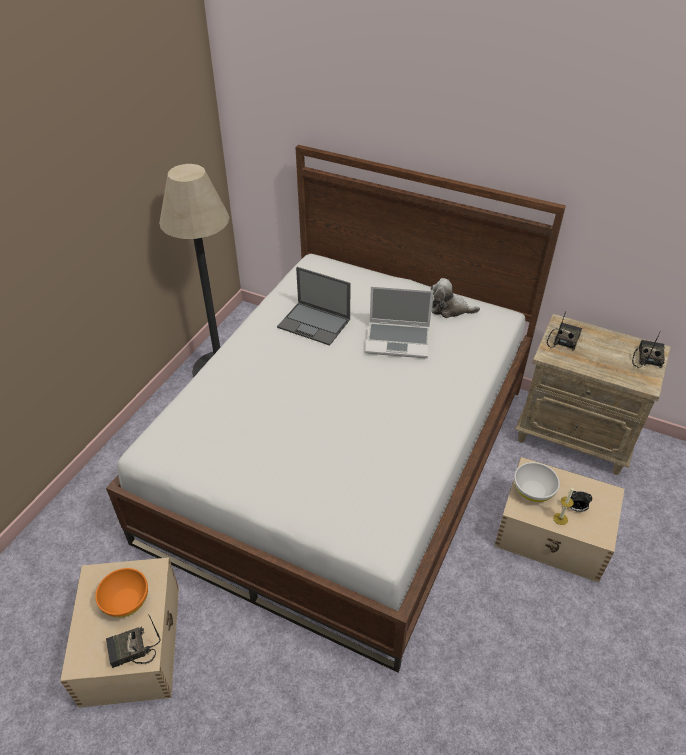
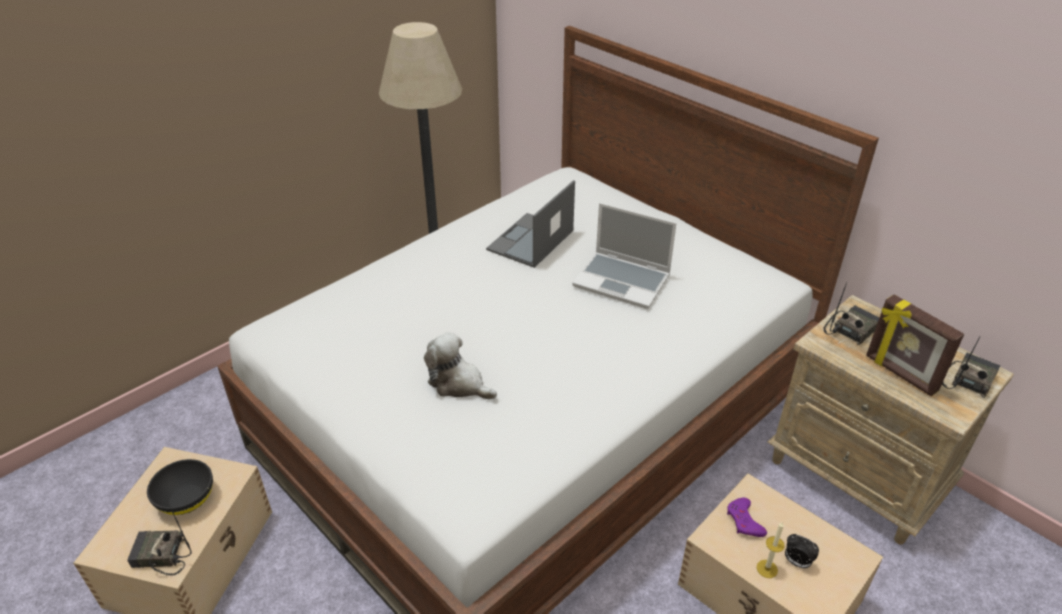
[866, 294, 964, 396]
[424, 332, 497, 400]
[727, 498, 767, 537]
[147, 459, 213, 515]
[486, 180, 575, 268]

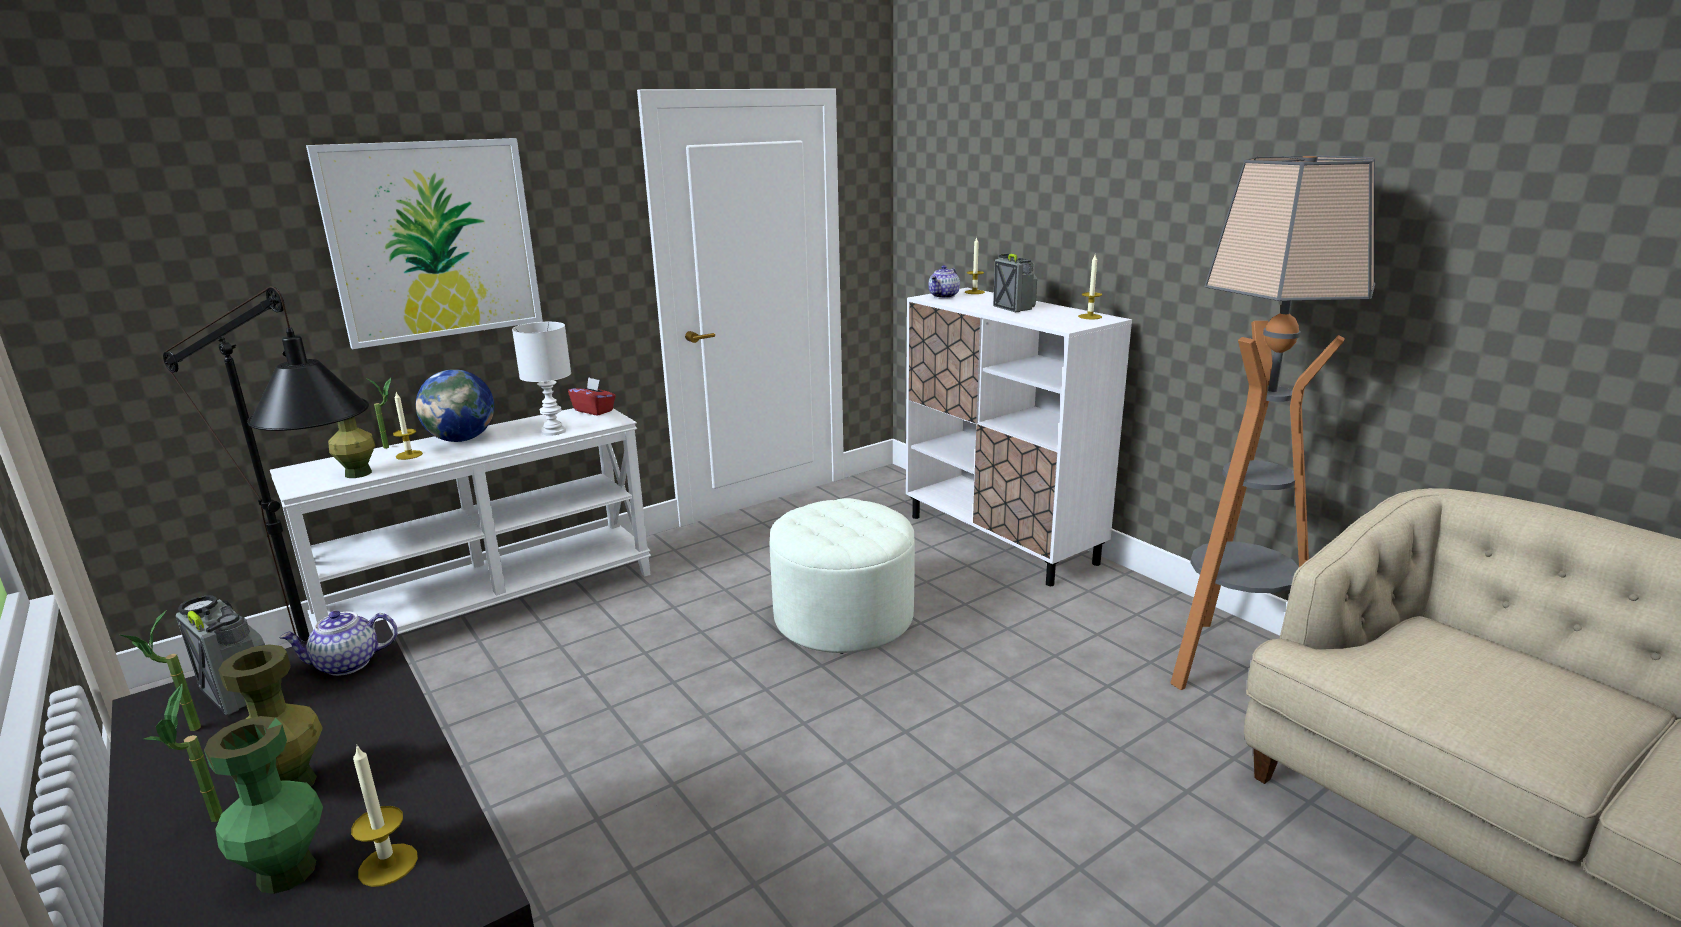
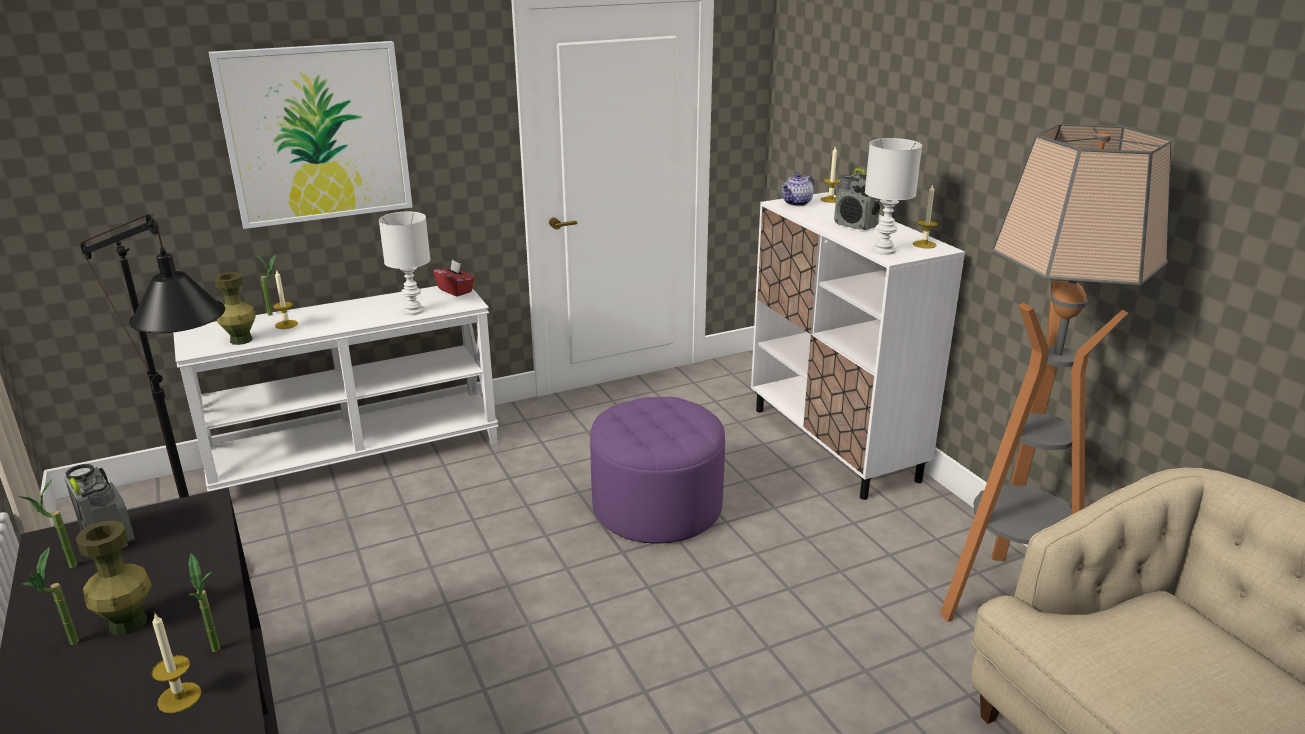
[204, 716, 323, 894] (first image)
[279, 611, 398, 676] (first image)
[416, 369, 494, 442] (first image)
[188, 553, 220, 652]
[865, 138, 922, 255]
[590, 397, 725, 544]
[834, 168, 881, 230]

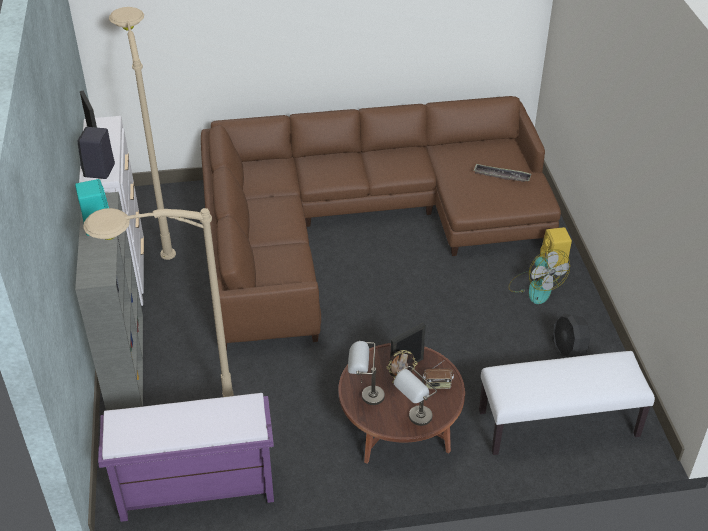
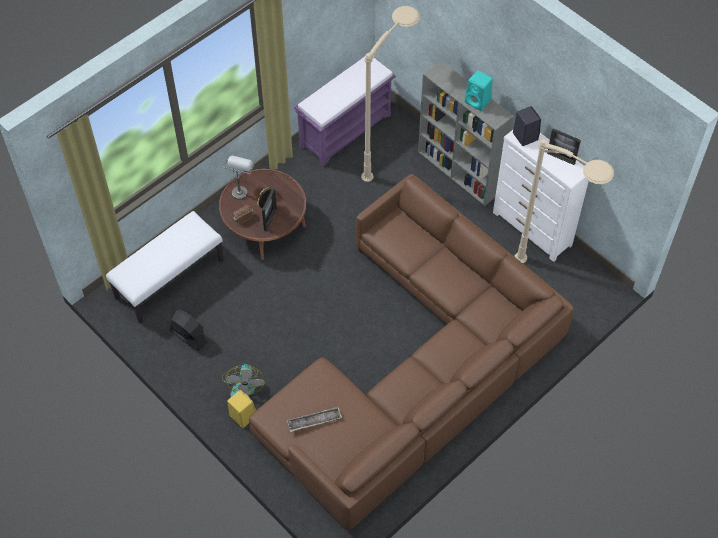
[348, 341, 385, 405] (first image)
[222, 364, 265, 397]

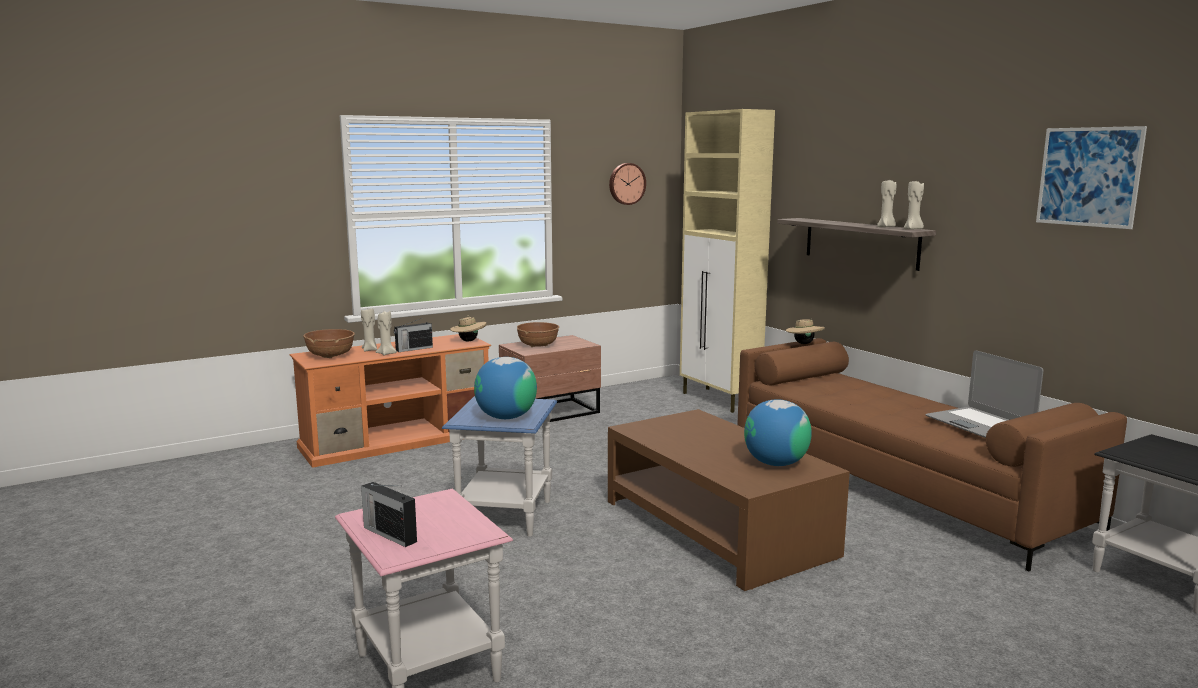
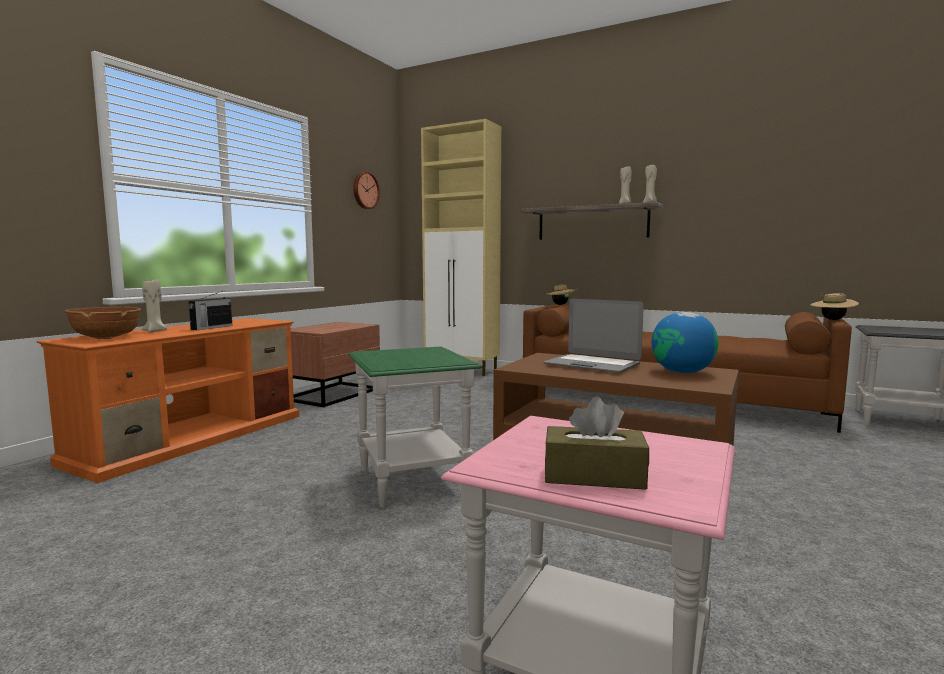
[376, 311, 397, 356] (first image)
[474, 357, 537, 419] (first image)
[517, 322, 559, 347] (first image)
[1036, 126, 1147, 229] (first image)
[810, 293, 859, 320]
[543, 299, 644, 373]
[544, 397, 649, 490]
[348, 346, 482, 508]

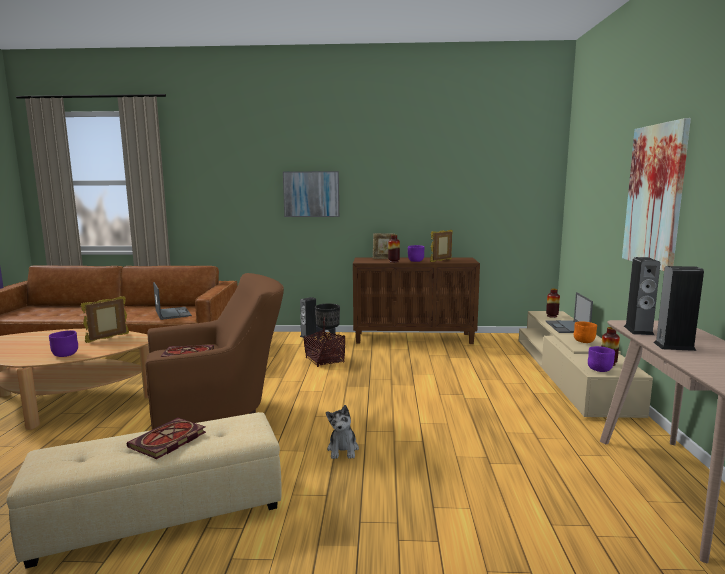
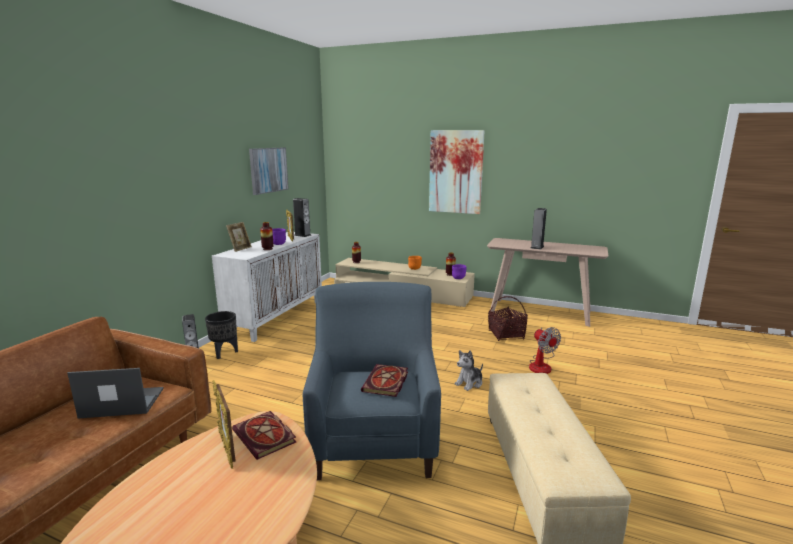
[49, 330, 78, 357] (first image)
[546, 292, 593, 333] (first image)
[529, 327, 561, 374]
[232, 411, 296, 460]
[249, 147, 289, 195]
[488, 296, 528, 341]
[293, 198, 311, 237]
[303, 282, 441, 480]
[212, 232, 322, 342]
[455, 350, 483, 391]

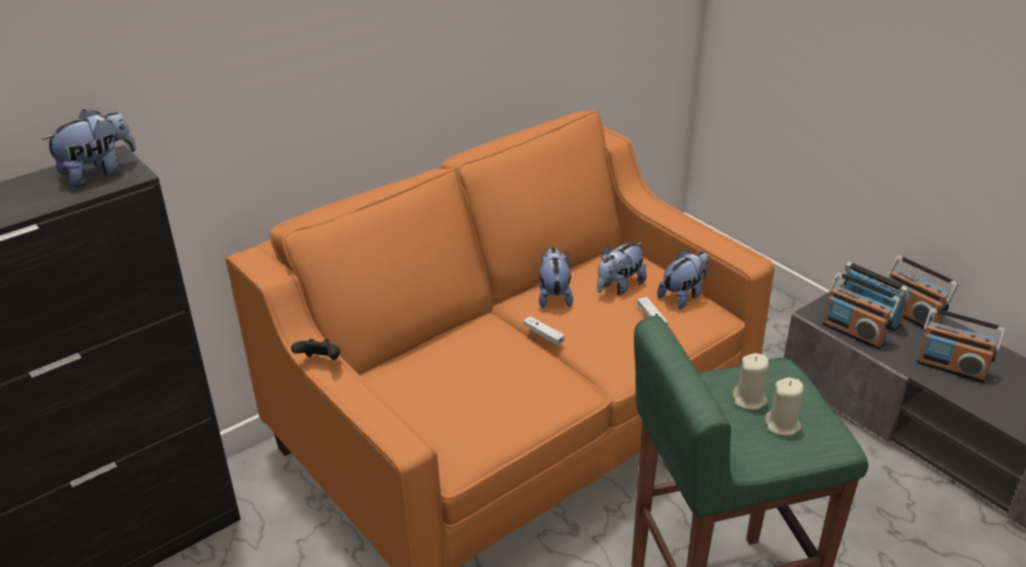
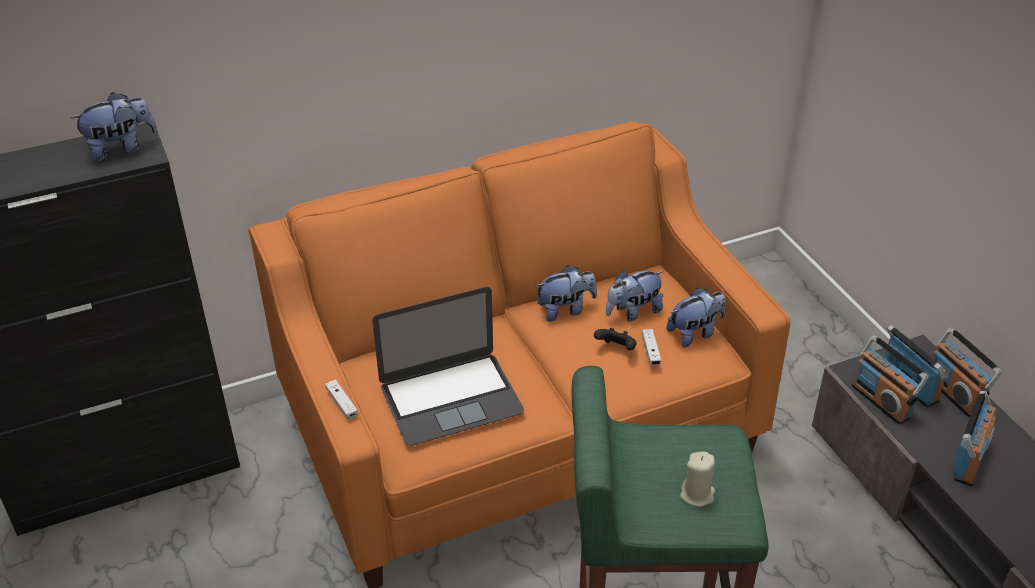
[733, 353, 769, 410] (first image)
[372, 287, 524, 446]
[594, 328, 637, 350]
[325, 380, 358, 420]
[536, 265, 597, 322]
[953, 391, 996, 487]

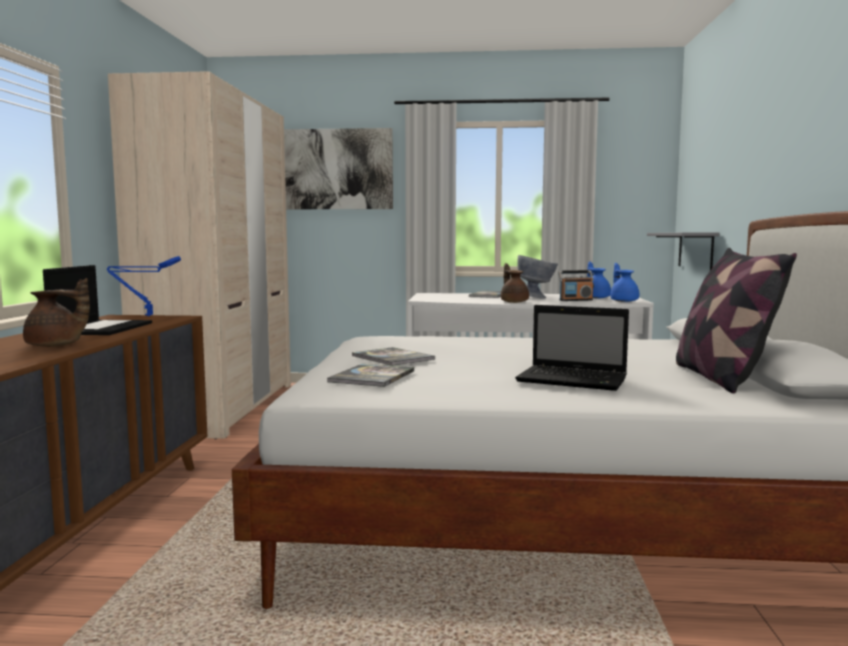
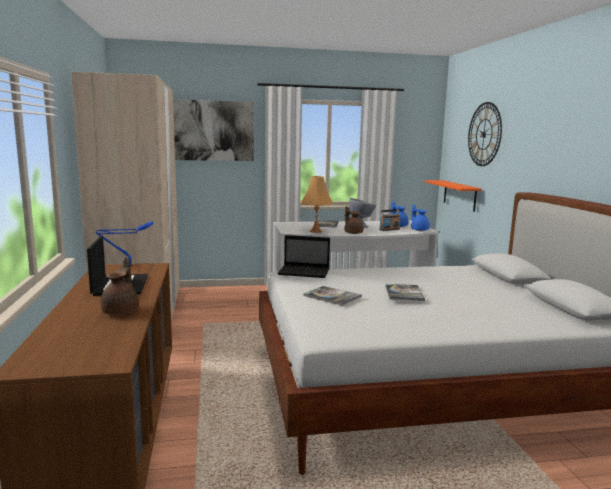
[676, 248, 797, 393] (first image)
[300, 176, 333, 233]
[468, 102, 502, 166]
[385, 284, 425, 301]
[278, 235, 330, 278]
[424, 180, 482, 212]
[101, 258, 139, 315]

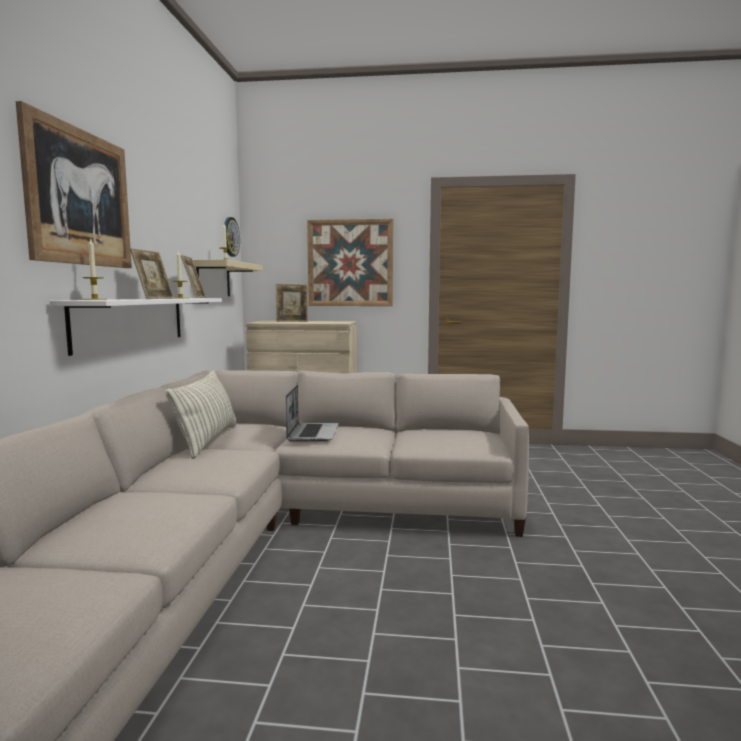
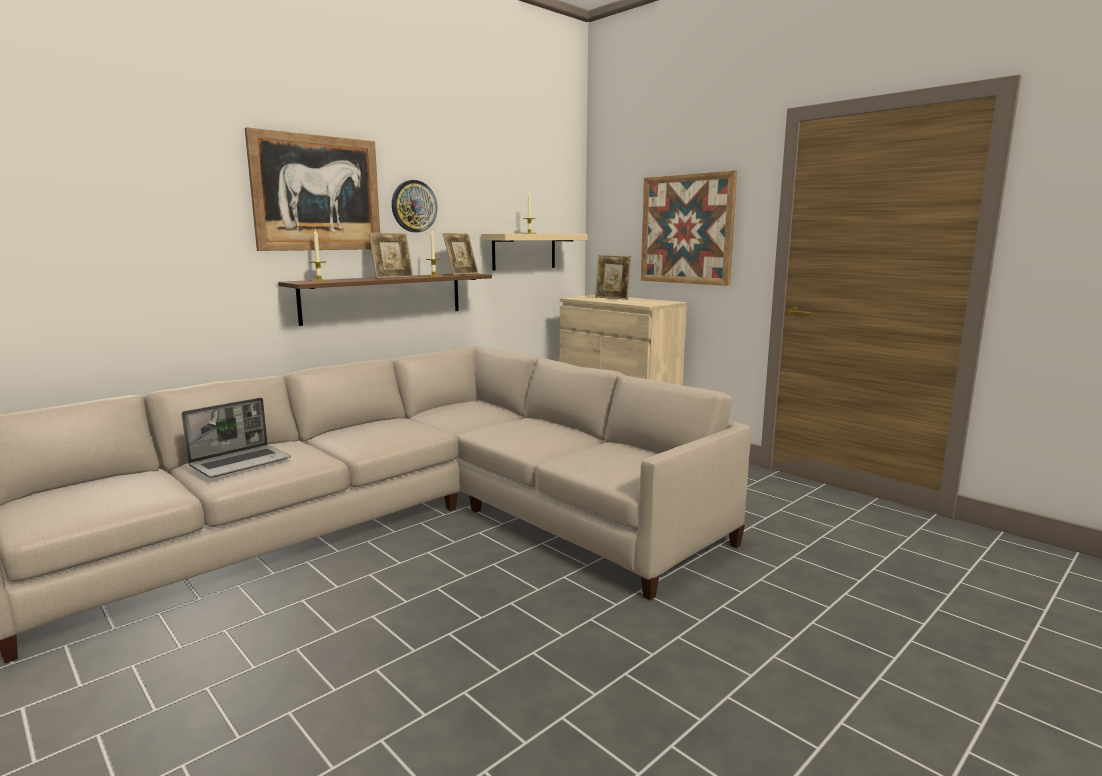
[165, 370, 236, 459] (first image)
[392, 180, 437, 232]
[182, 398, 291, 478]
[278, 274, 492, 326]

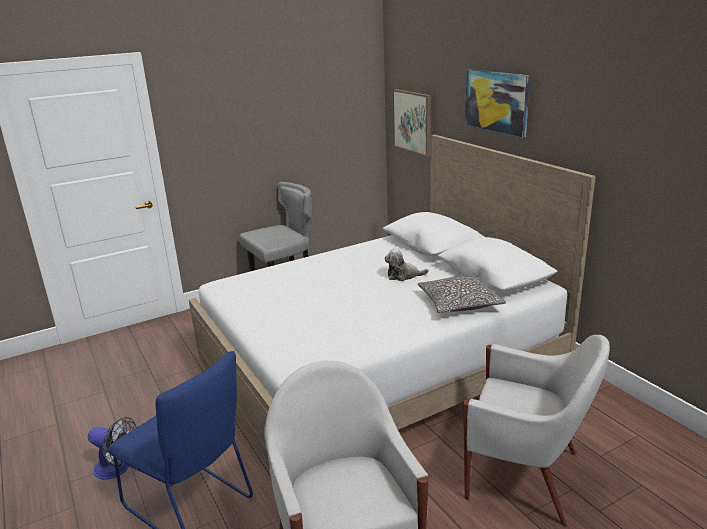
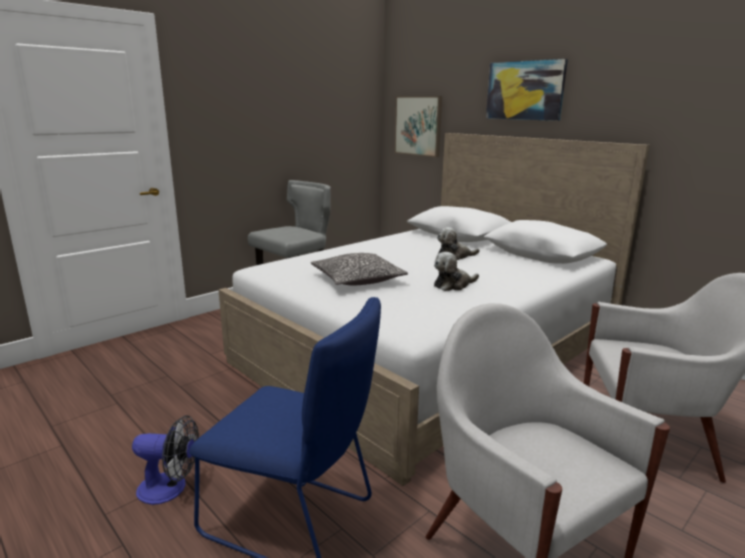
[434, 252, 479, 291]
[311, 253, 408, 286]

